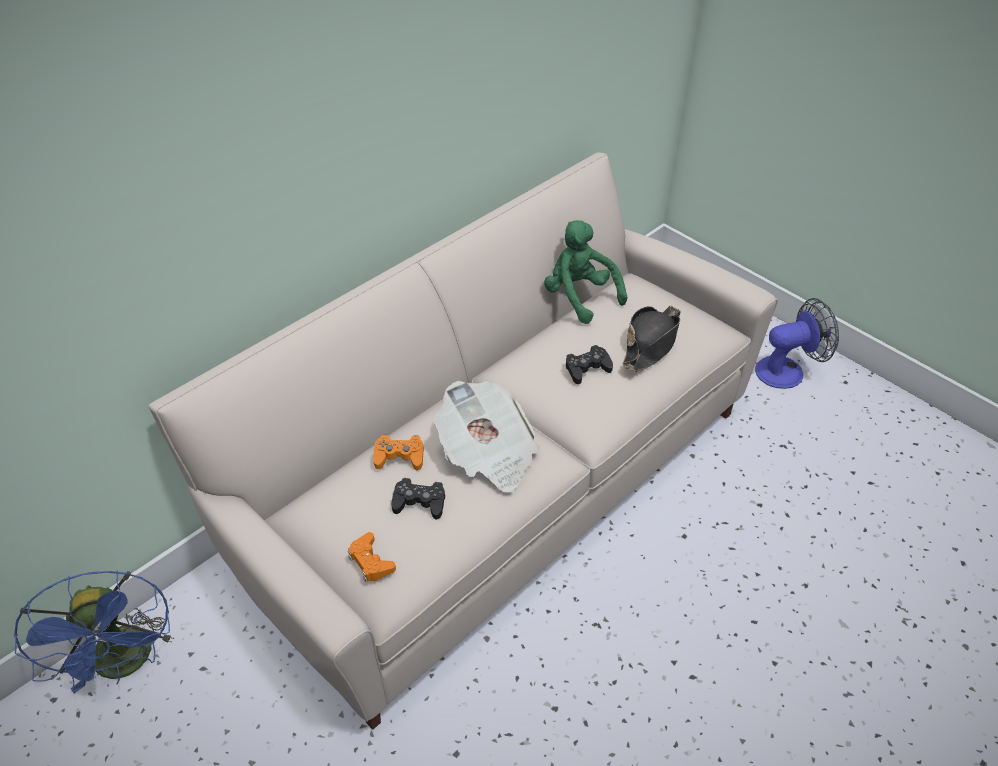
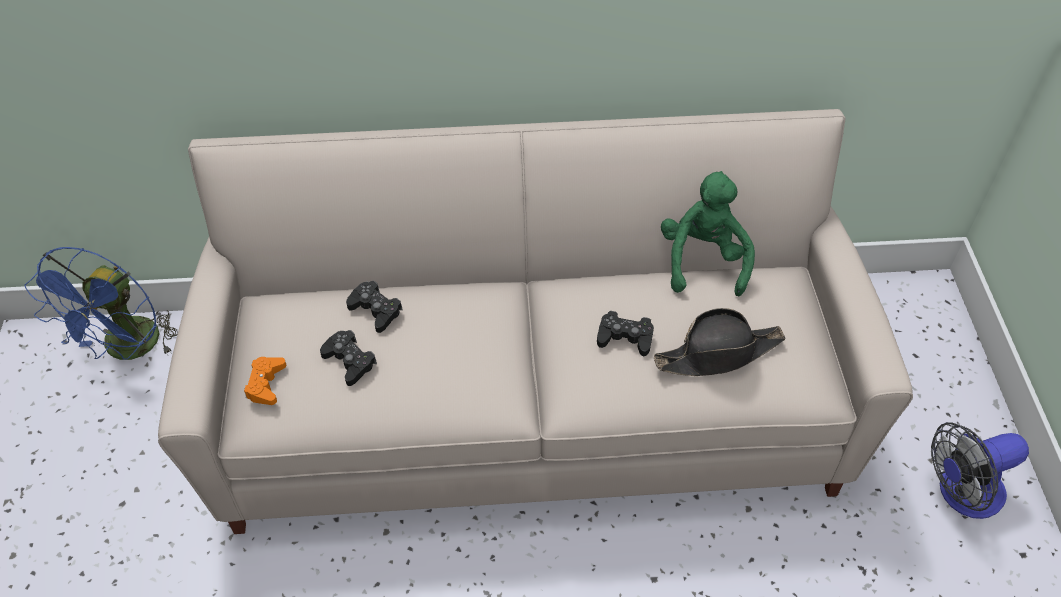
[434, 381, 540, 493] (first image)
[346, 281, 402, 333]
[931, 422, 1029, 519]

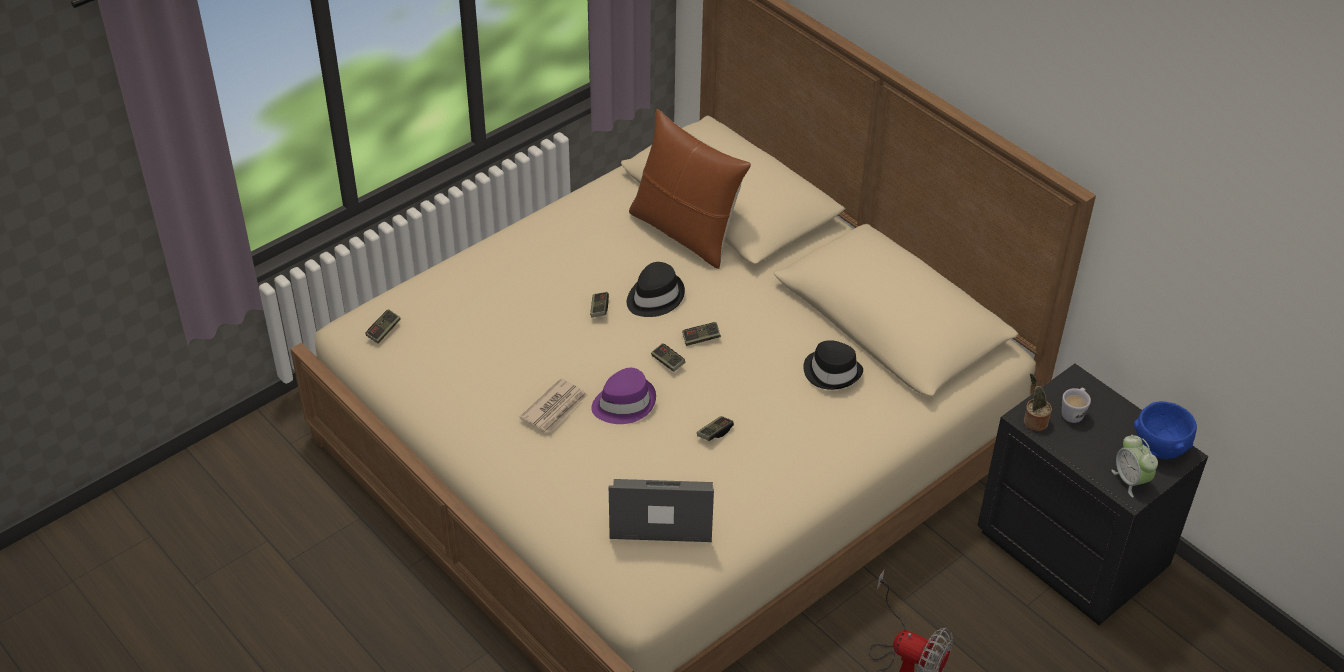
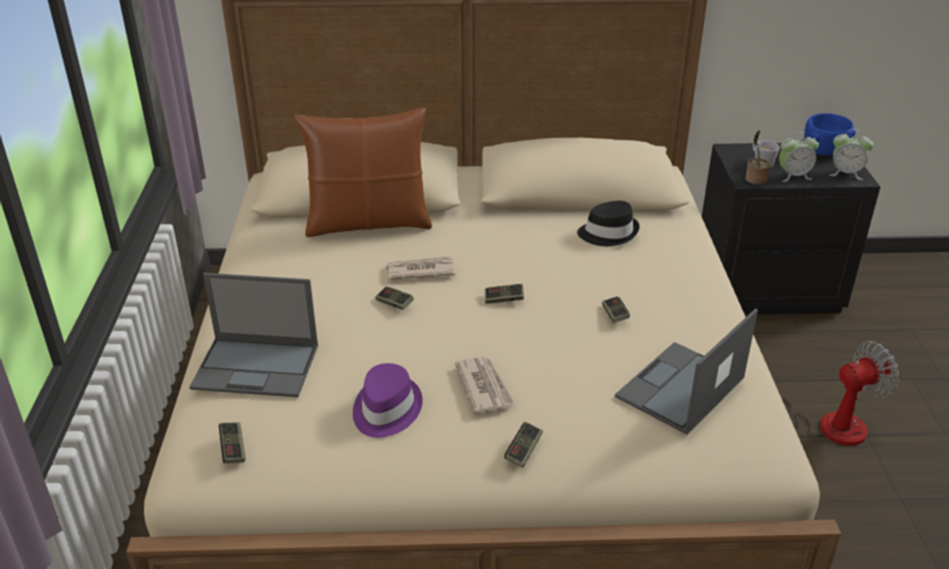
[190, 273, 318, 397]
[779, 132, 819, 182]
[353, 363, 423, 438]
[504, 422, 543, 468]
[386, 257, 455, 280]

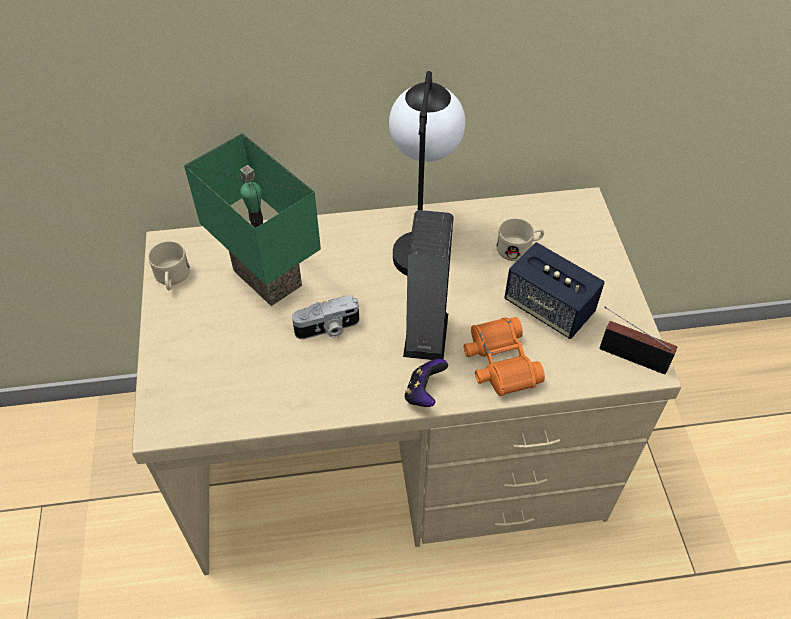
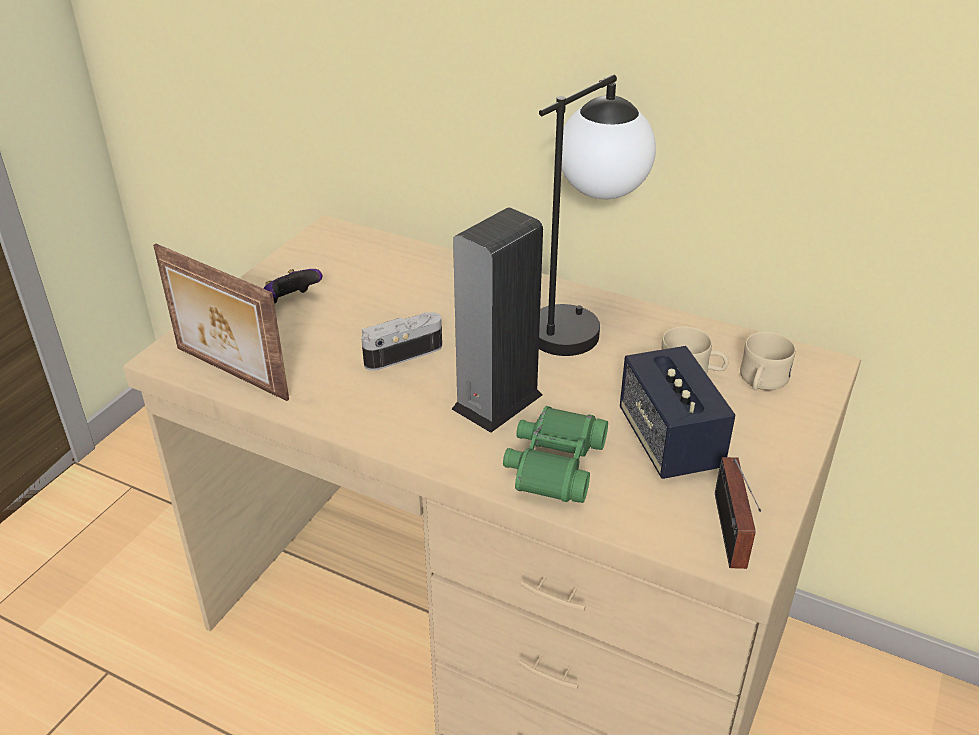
[184, 133, 321, 306] (first image)
[153, 244, 289, 401]
[740, 332, 796, 390]
[263, 269, 322, 303]
[503, 406, 608, 503]
[361, 312, 442, 371]
[715, 457, 761, 569]

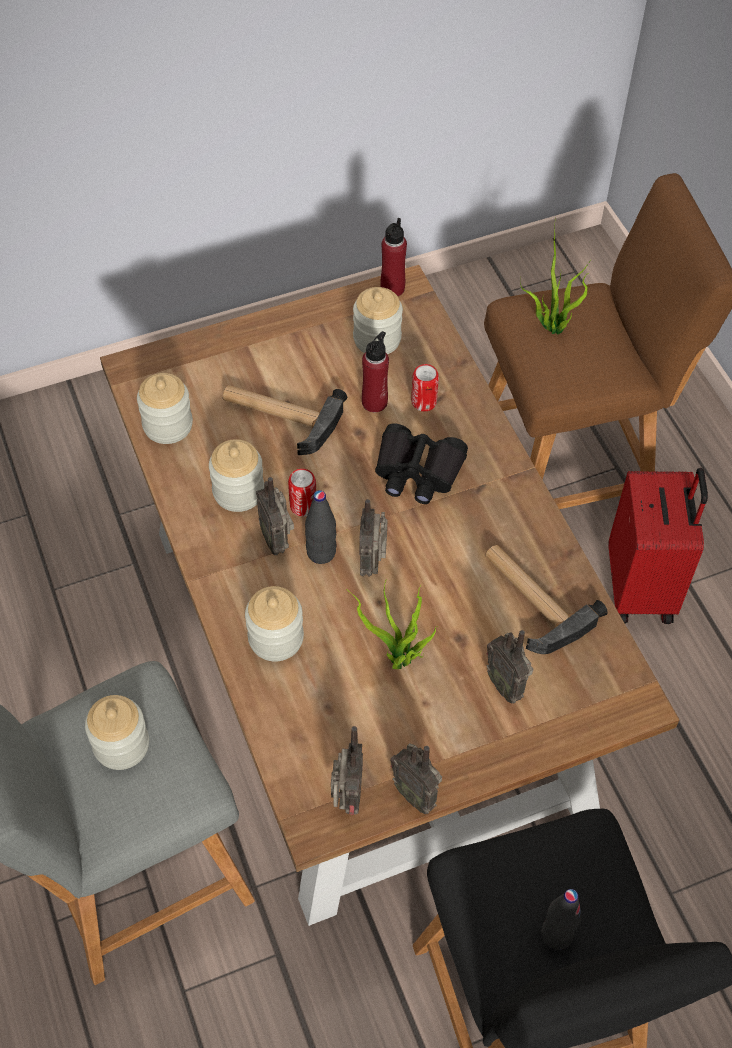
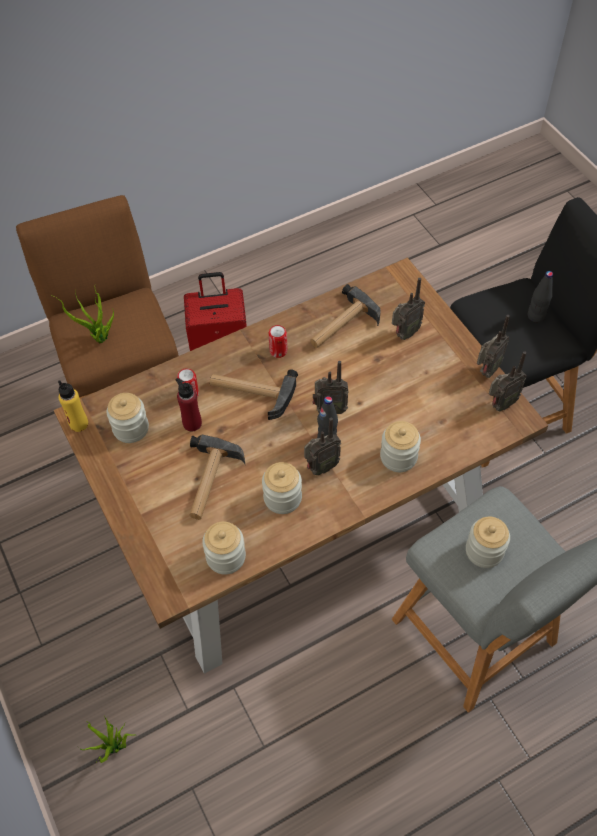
[268, 325, 287, 358]
[77, 718, 135, 763]
[210, 370, 298, 420]
[58, 380, 88, 432]
[489, 351, 527, 411]

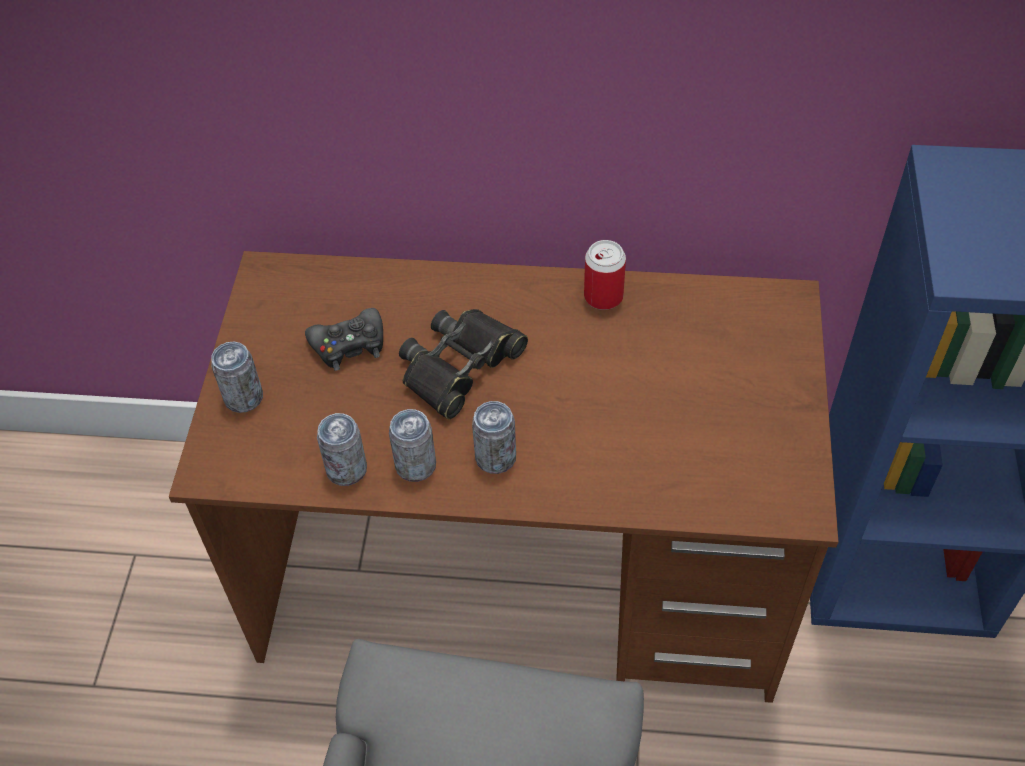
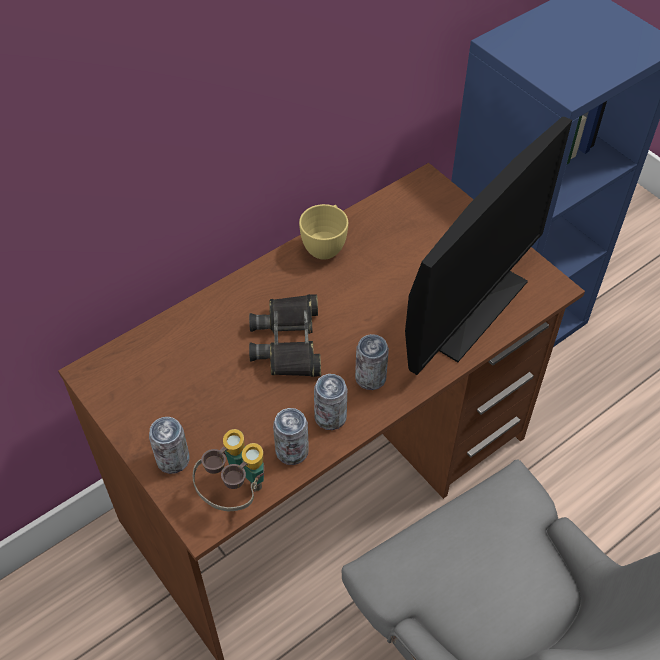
[305, 308, 383, 371] (first image)
[193, 429, 264, 511]
[405, 117, 572, 375]
[299, 204, 348, 260]

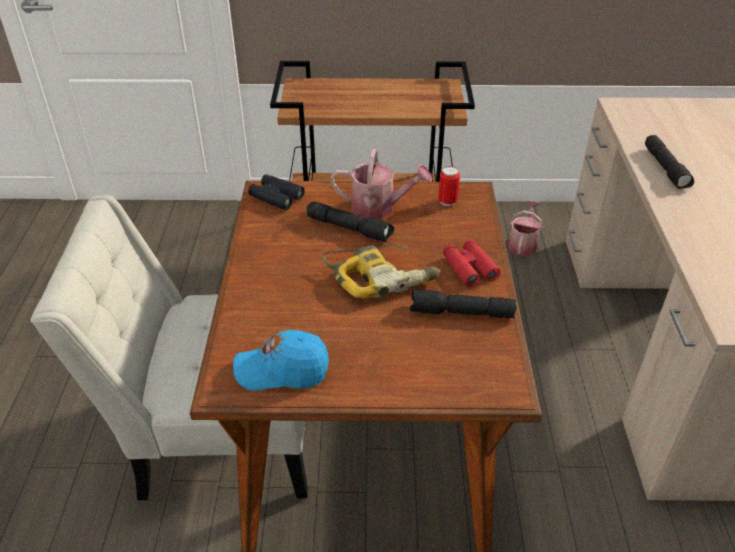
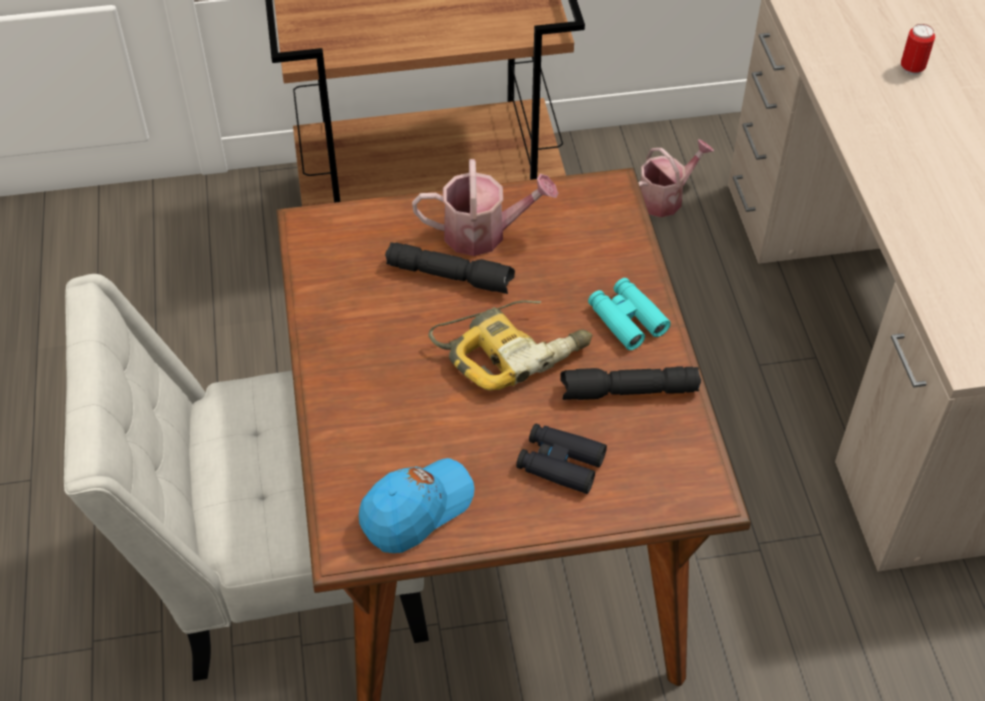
[645, 135, 694, 189] (first image)
[516, 424, 607, 494]
[901, 24, 935, 75]
[588, 278, 671, 350]
[359, 458, 475, 553]
[638, 139, 714, 217]

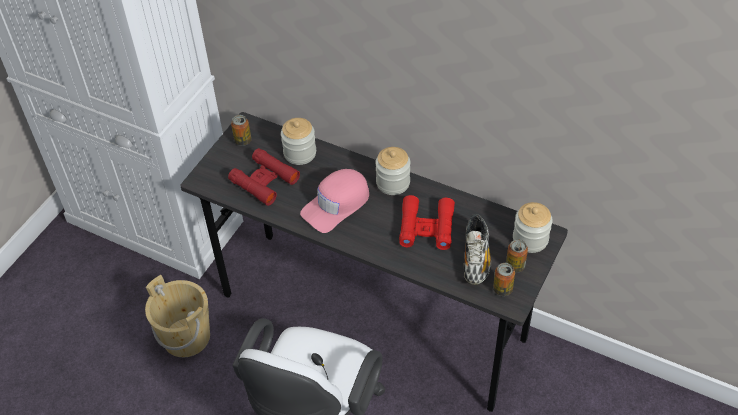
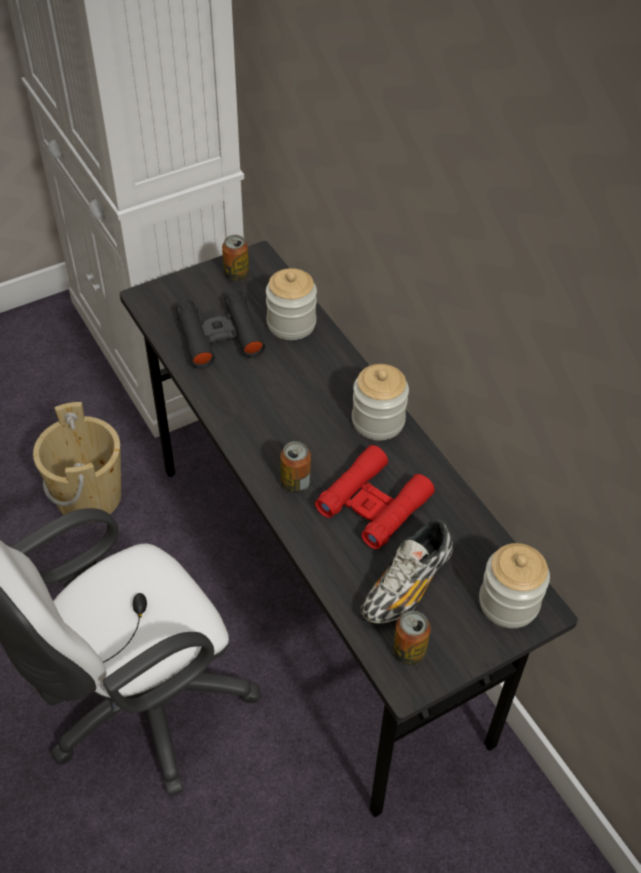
[300, 169, 369, 233] (first image)
[280, 441, 311, 493]
[176, 290, 265, 369]

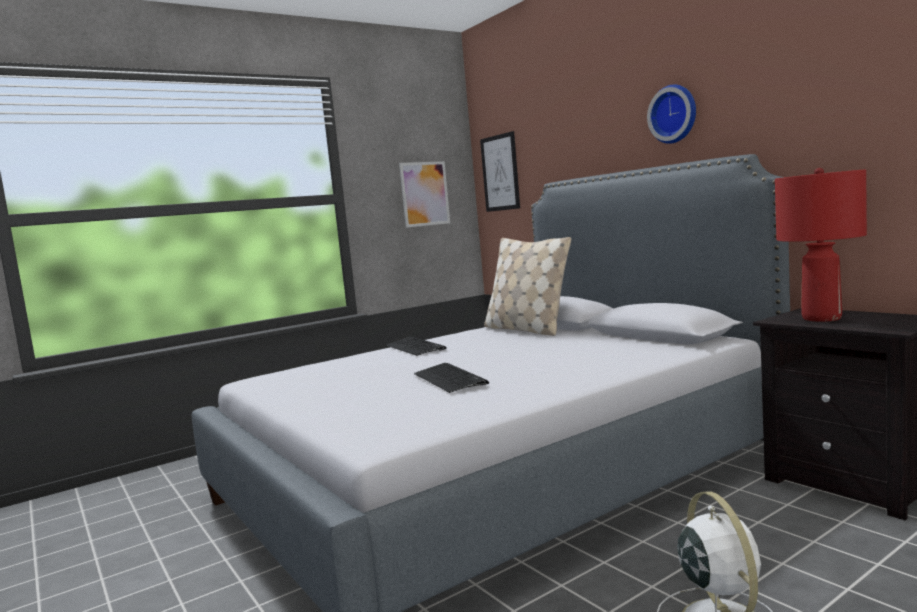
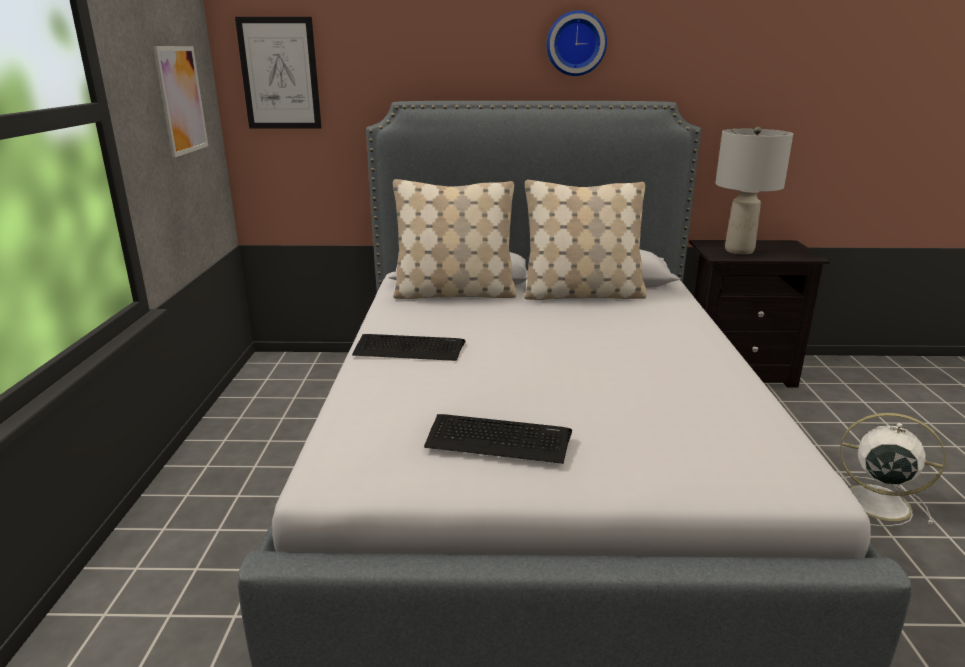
[524, 180, 647, 300]
[424, 414, 572, 464]
[715, 127, 793, 255]

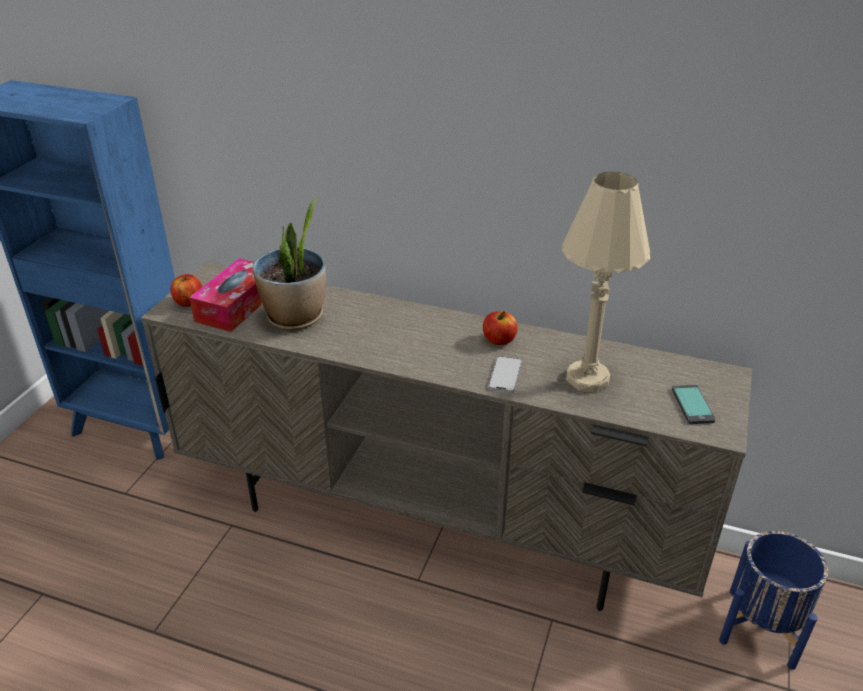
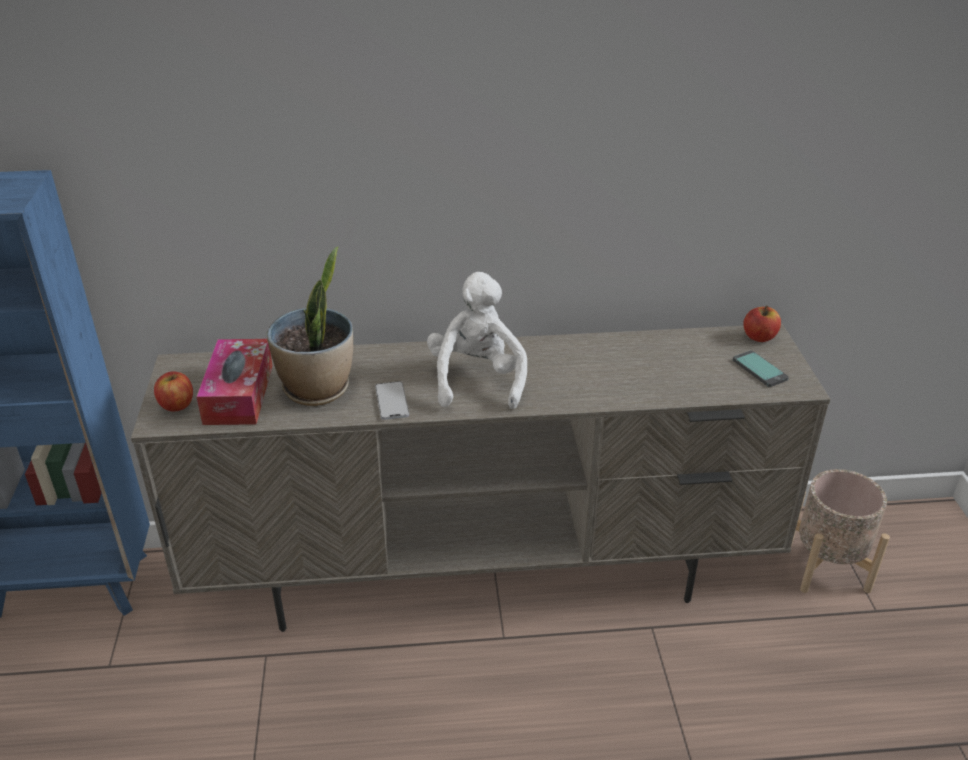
[562, 172, 650, 393] (first image)
[427, 272, 527, 409]
[743, 306, 781, 342]
[375, 381, 409, 420]
[791, 469, 890, 593]

